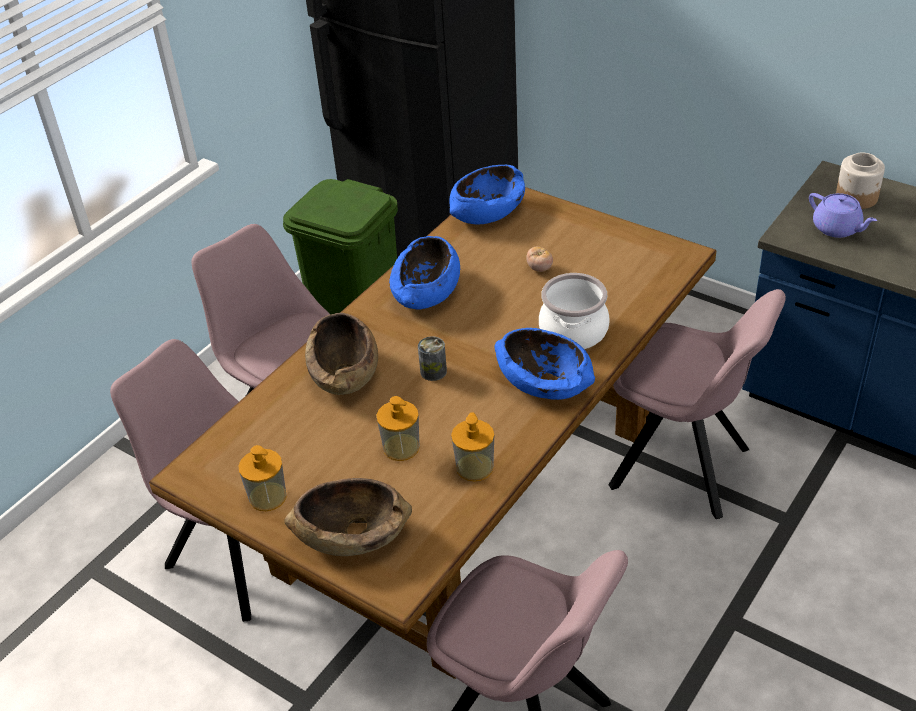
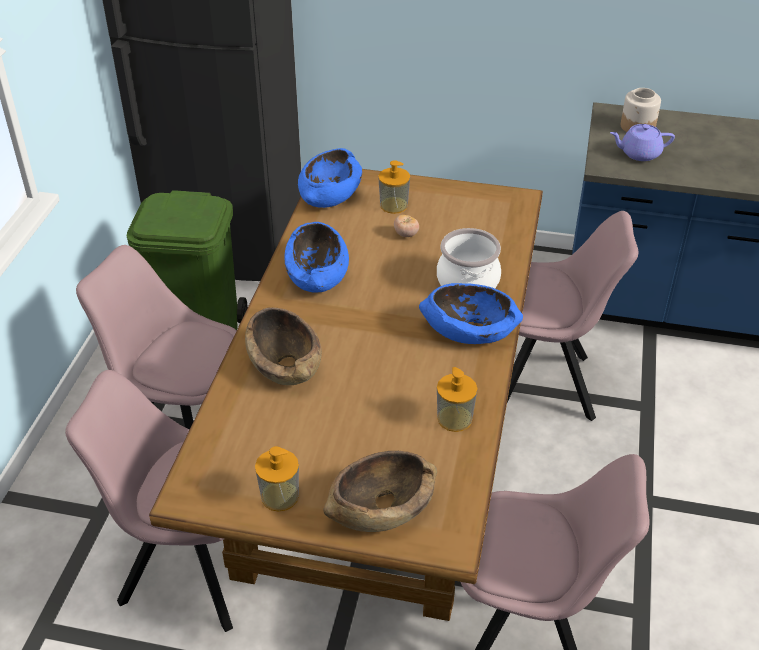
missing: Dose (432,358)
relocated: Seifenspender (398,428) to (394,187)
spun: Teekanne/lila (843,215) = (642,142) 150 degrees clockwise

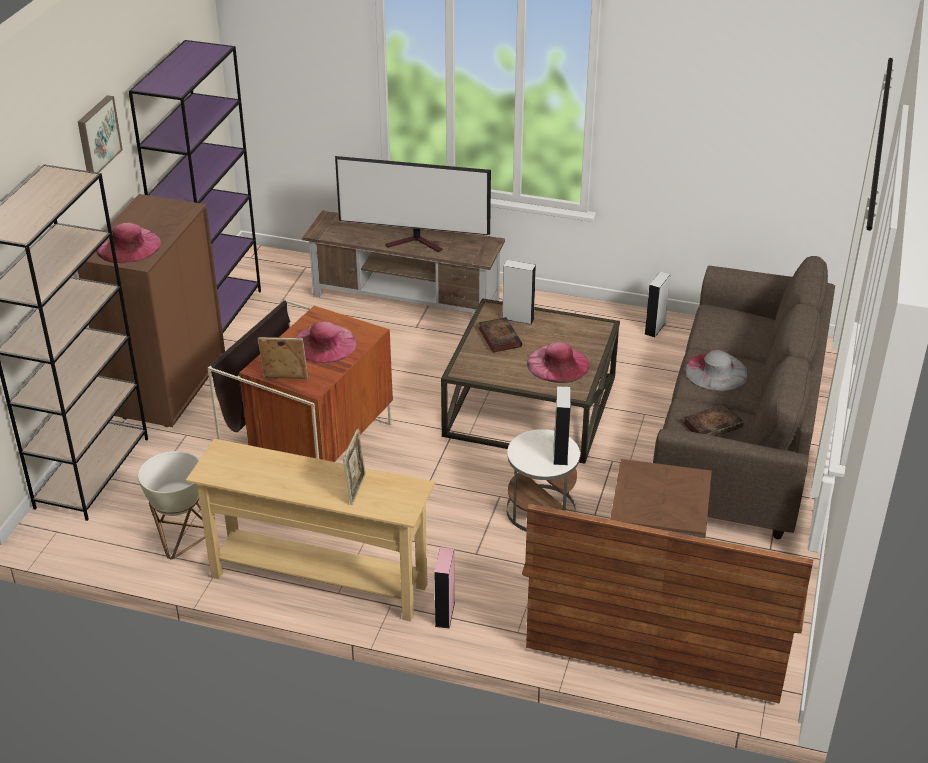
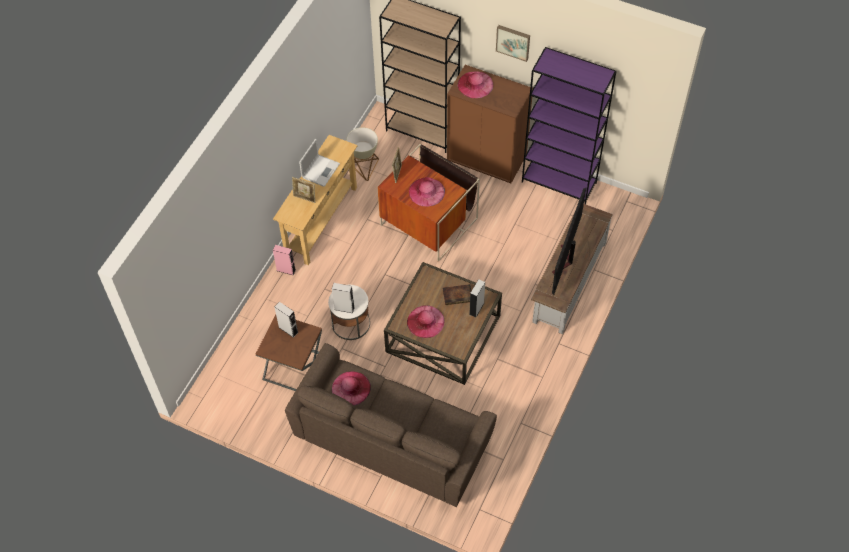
missing: Hut/grau (717,370); Kommode/braun (667,604)
appeared: Laptop (319,163)
relocated: Lautsprecher/grau (657,304) to (286,320)
exchanged: Buch (713,420) to Hut/rosa (351,388)

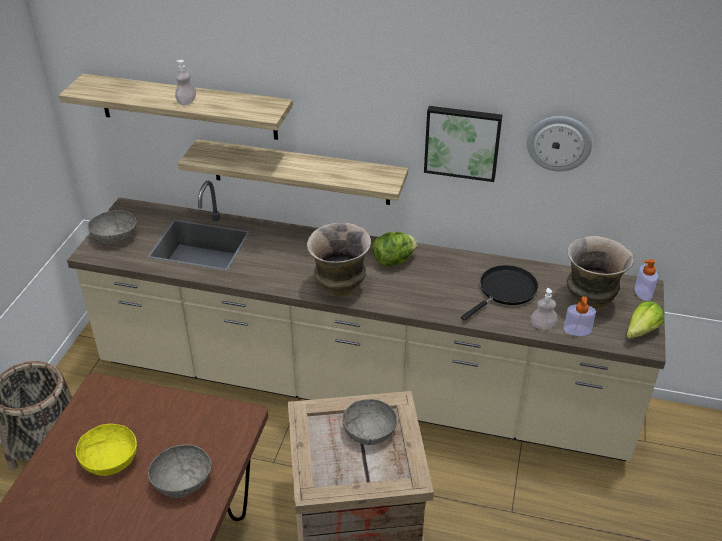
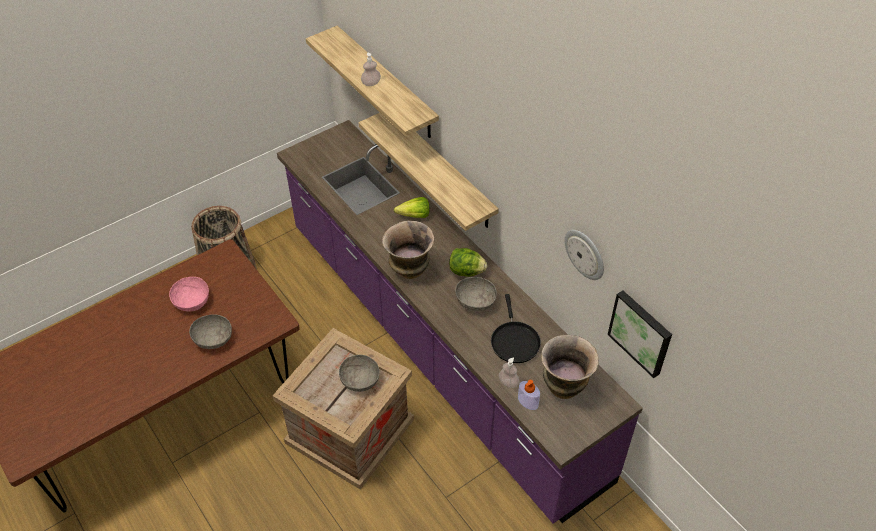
missing: Seifenspender (646,280)
relocated: Bild (463,144) to (640,334); Schüssel/grau (112,227) to (476,294); Salatkopf (645,320) to (411,207)
colour: Küchenzeile/beige (366,321) to Küchenzeile/lila (460,322); Schüssel/gelb (106,450) to Schüssel/rosa (189,294)
spun: Pfanne/schwarz (499,293) = (516,328) 90 degrees clockwise

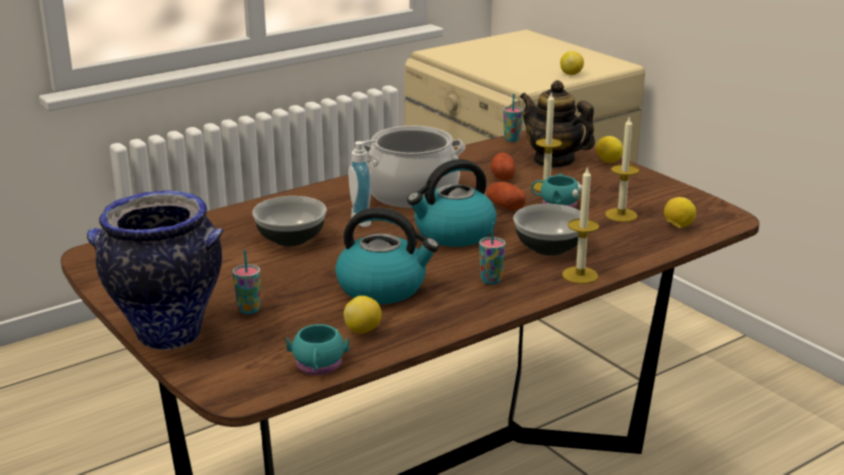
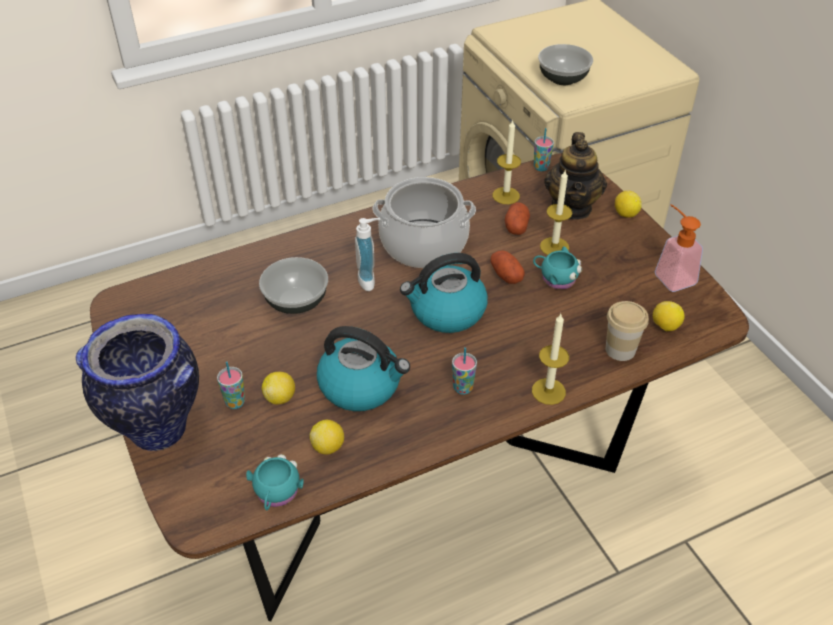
appeared: Seifenspender (679,248); Tasse (627,331)
relocated: Zitrone (572,63) to (278,388); Kerze (622,169) to (507,161); Schüssel (547,230) to (565,64)
spun: Teekanne (557,124) = (575,175) 135 degrees counterclockwise

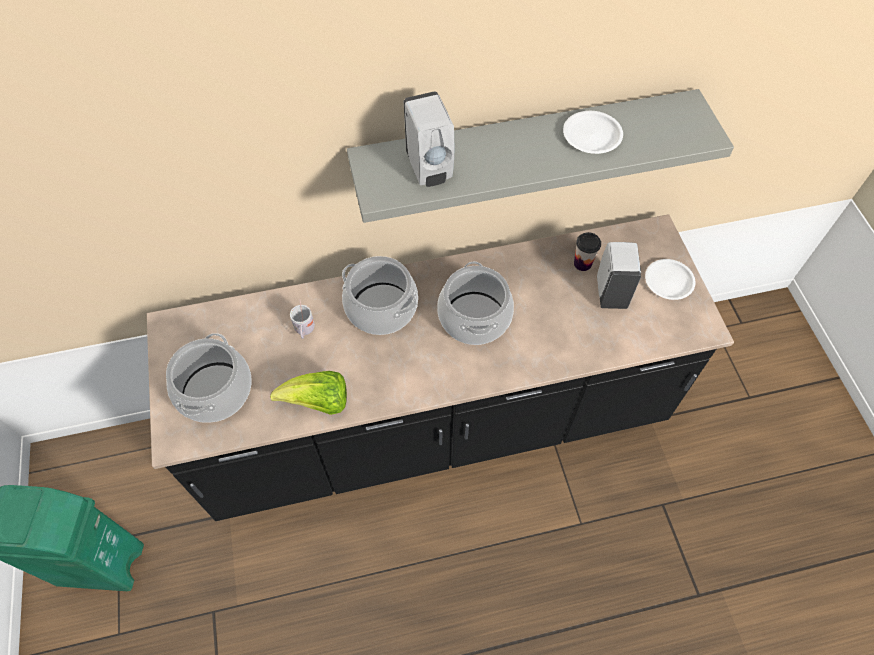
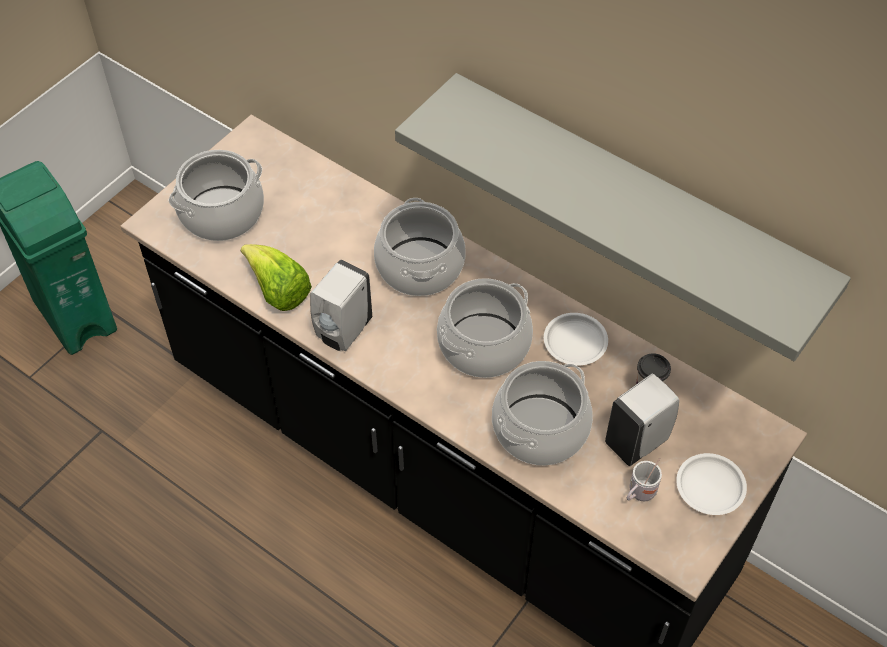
appeared: Kochtopf (542,413)
relocated: Seifenspender/weiß (429,139) to (341,305); Teller/weiß (593,132) to (576,339); Henkelbecher/weiß (302,319) to (644,479)

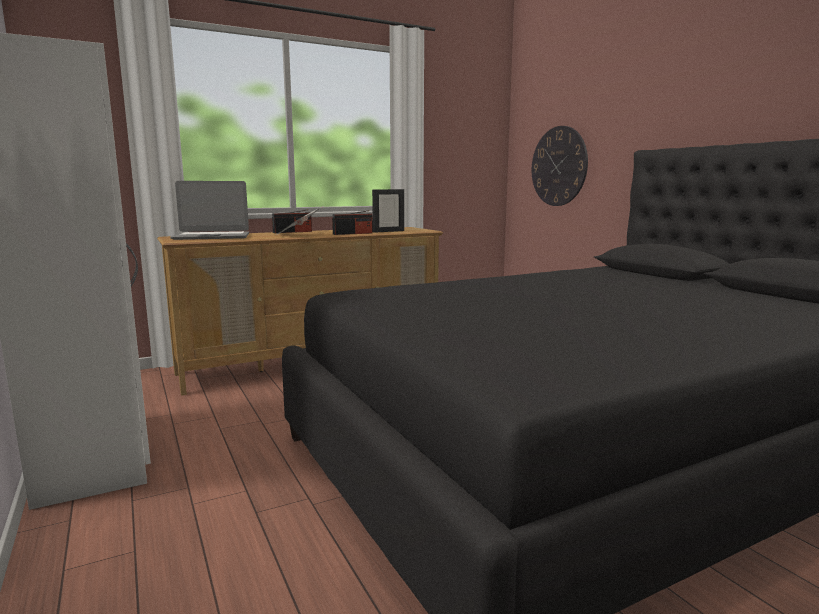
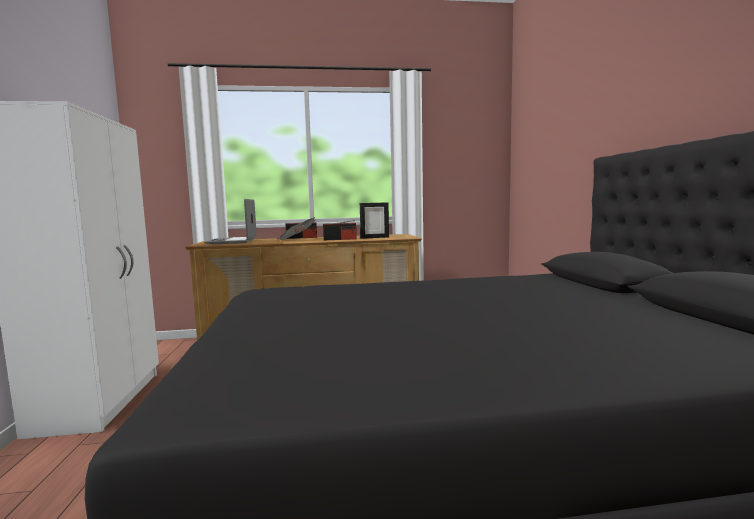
missing: Wanduhr (560,166)
spun: Laptop (209,210) = (230,221) 75 degrees clockwise

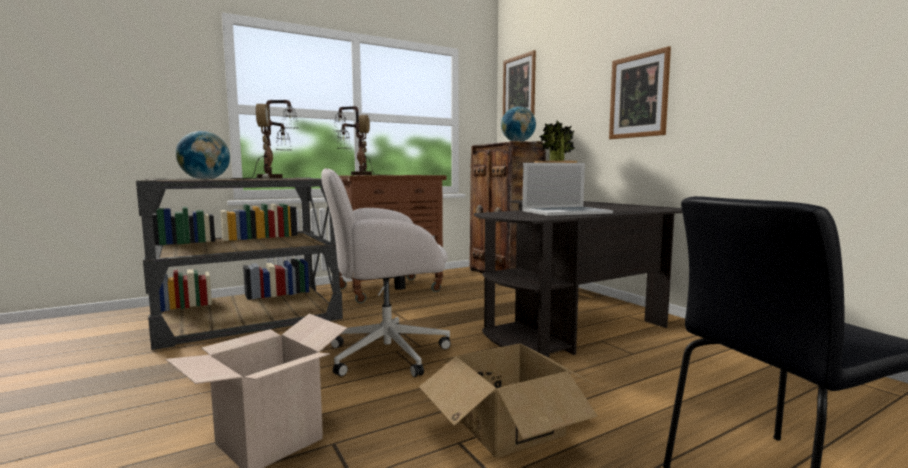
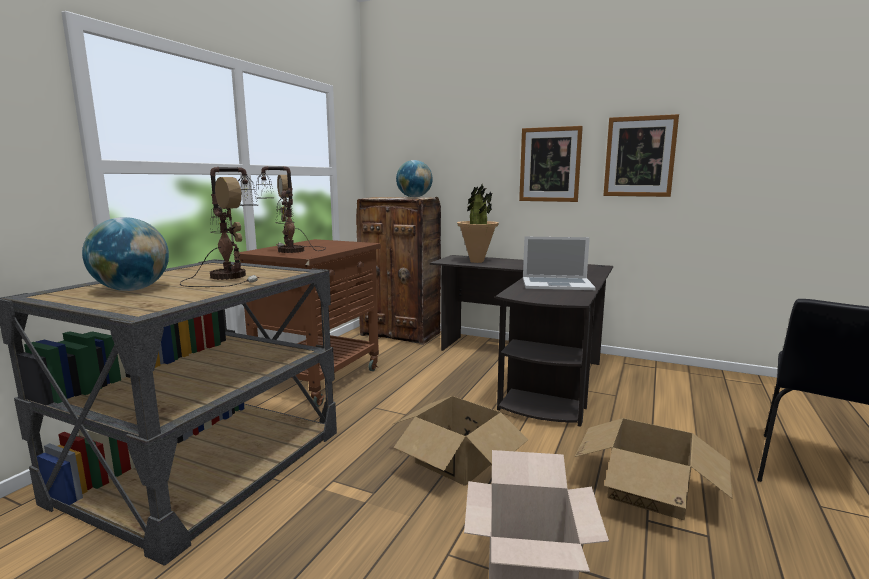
relocated: Bild (519,83) to (641,155)
exchanged: Bürostuhl/weiß (386,272) to Karton (460,441)
spun: Laptop (567,189) = (559,263) 60 degrees clockwise

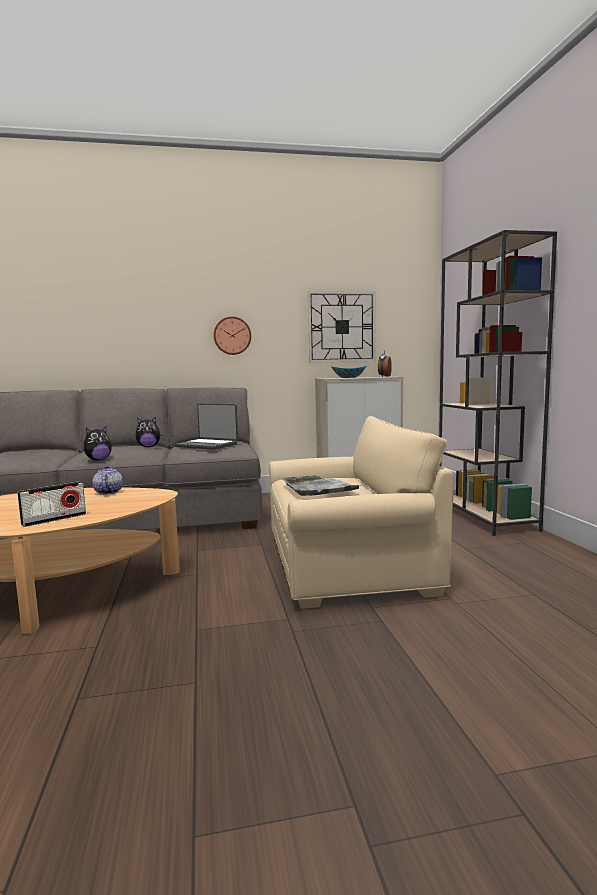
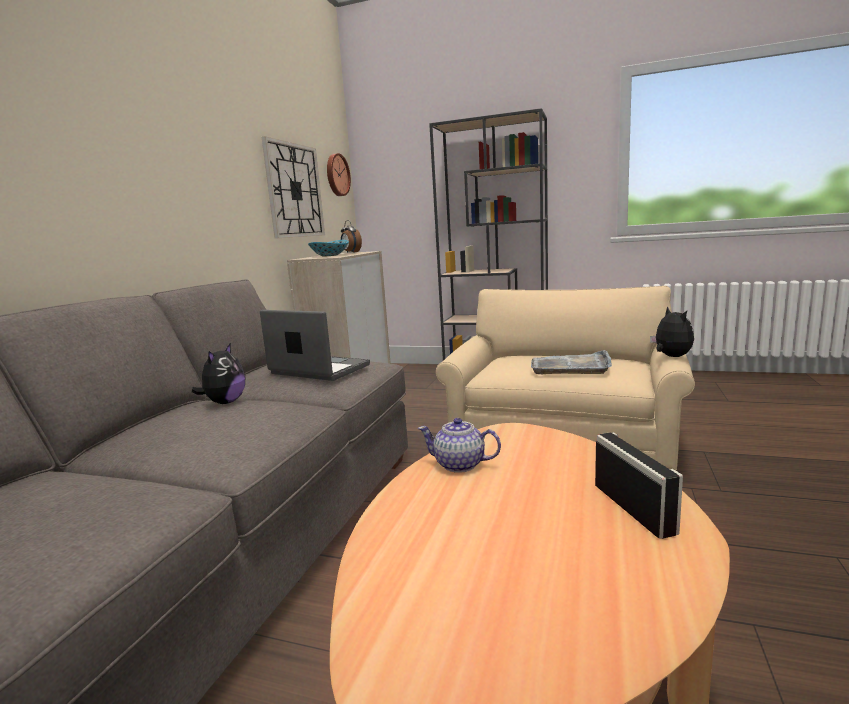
relocated: Wanduhr (232,335) to (339,174); Plüschtier (98,443) to (672,331)
spun: Laptop (206,426) = (315,345) 120 degrees counterclockwise

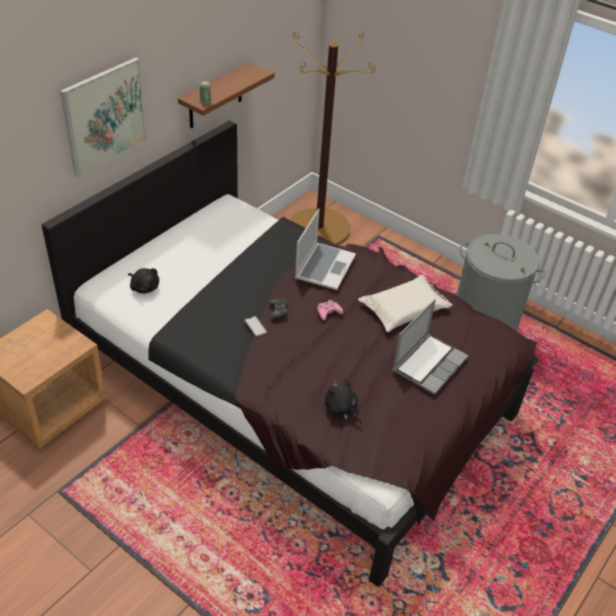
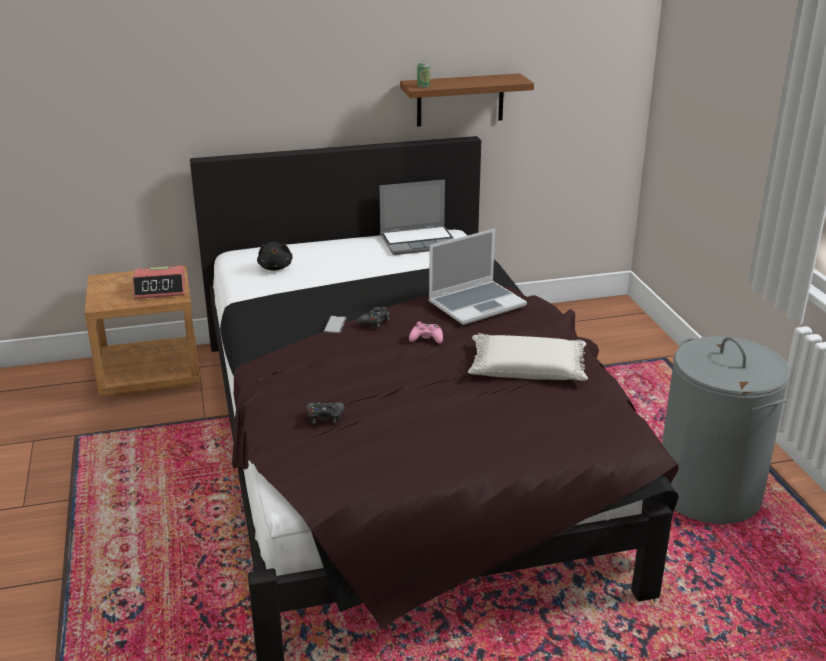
missing: Kleiderständer/braun (333,138); Bild (103,117)
appeared: Wecker (158,282)
relocated: Laptop (430,347) to (416,217)
exchanged: Plüschtier/schwarz (343,401) to Gamepad/schwarz (325,412)

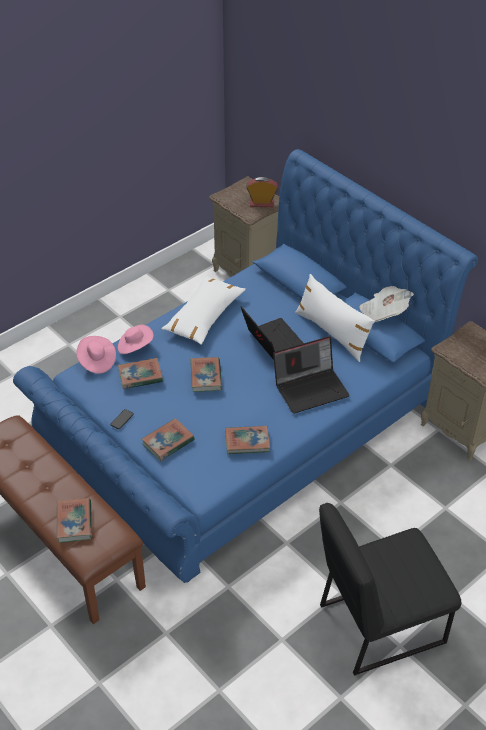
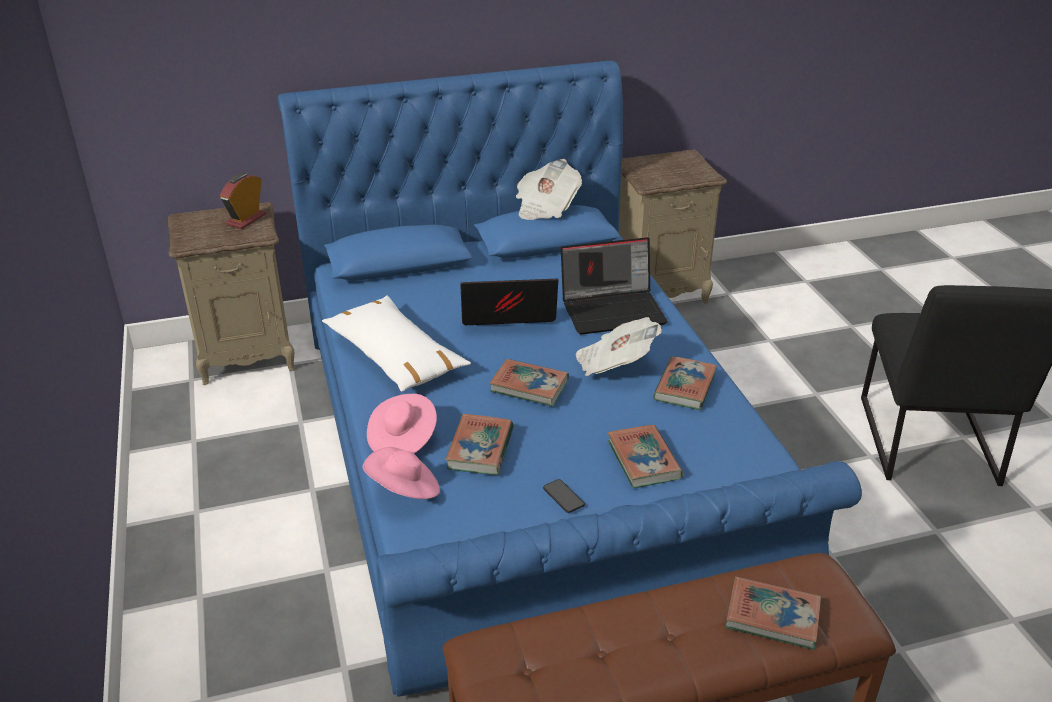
missing: Kissen/weiß (335,318)
appeared: Zeitung (618,346)
spun: Laptop (311,375) = (614,286) 75 degrees clockwise

